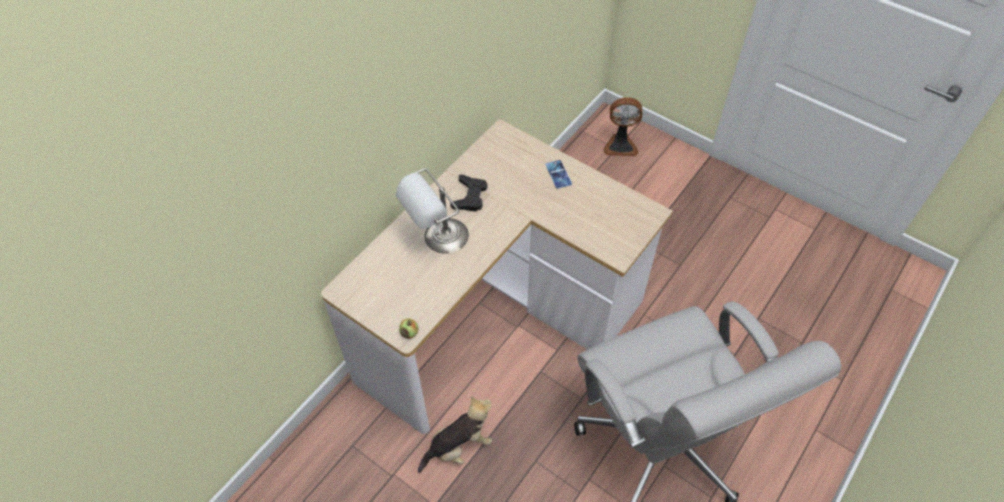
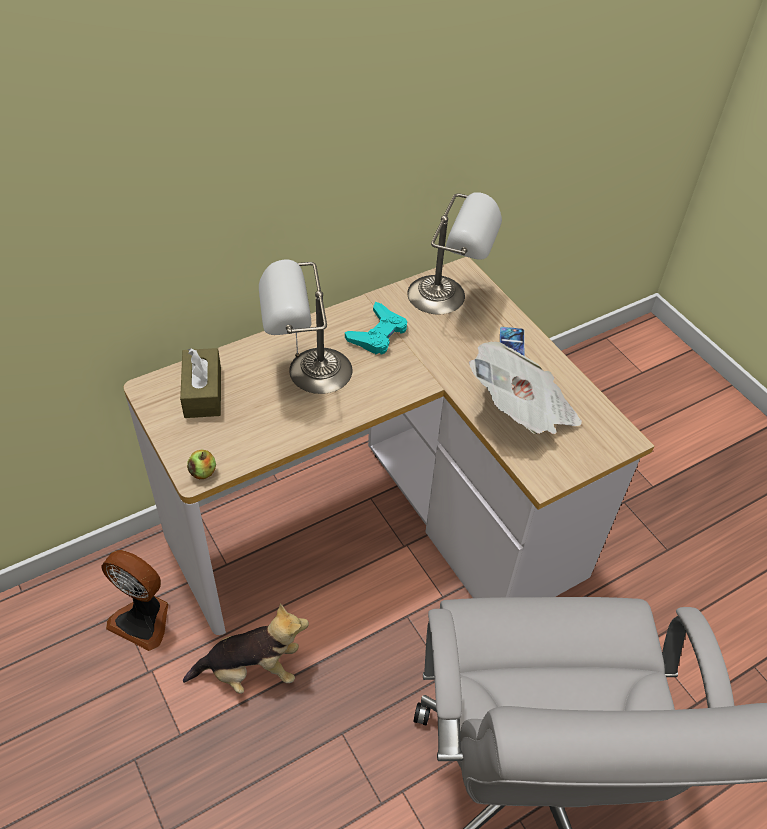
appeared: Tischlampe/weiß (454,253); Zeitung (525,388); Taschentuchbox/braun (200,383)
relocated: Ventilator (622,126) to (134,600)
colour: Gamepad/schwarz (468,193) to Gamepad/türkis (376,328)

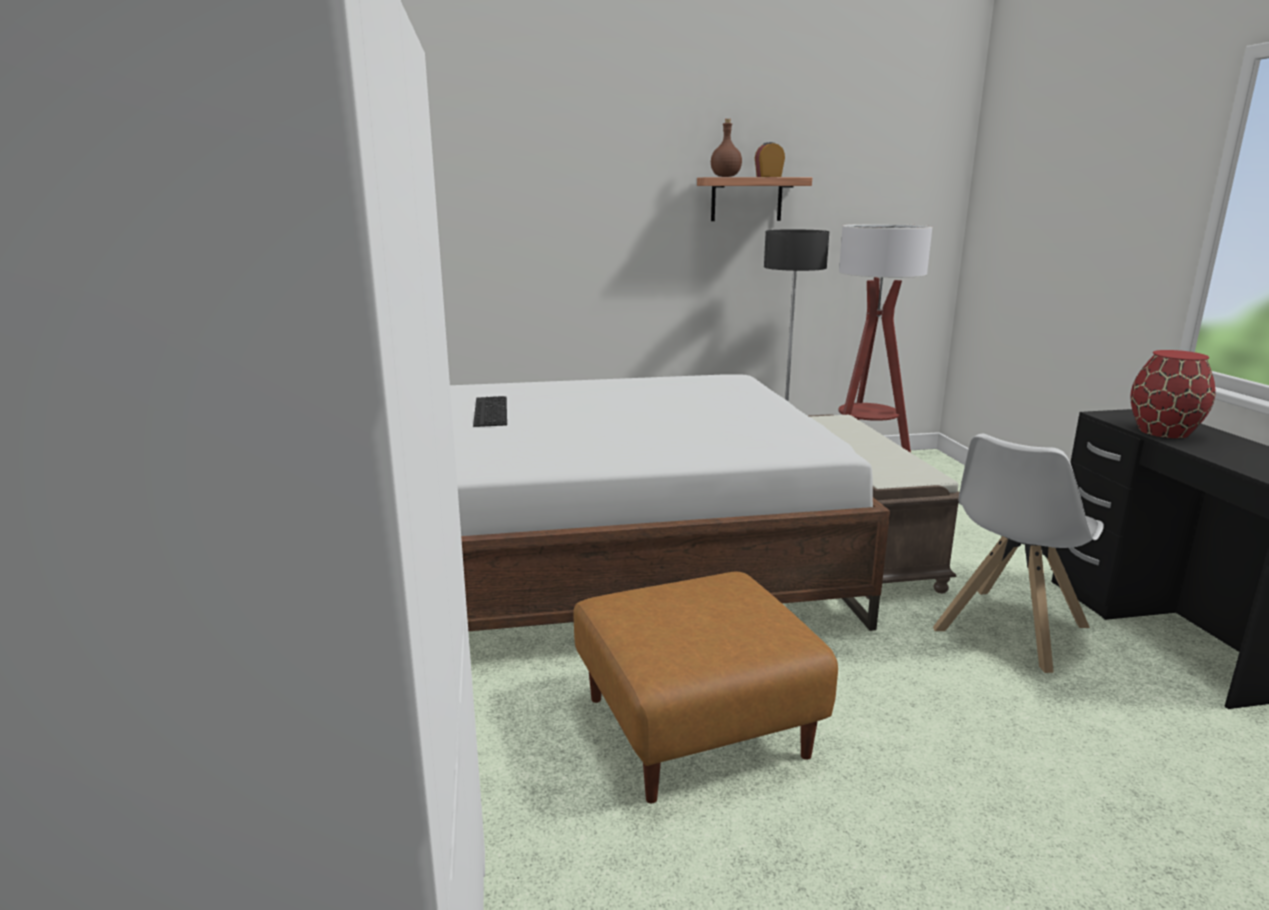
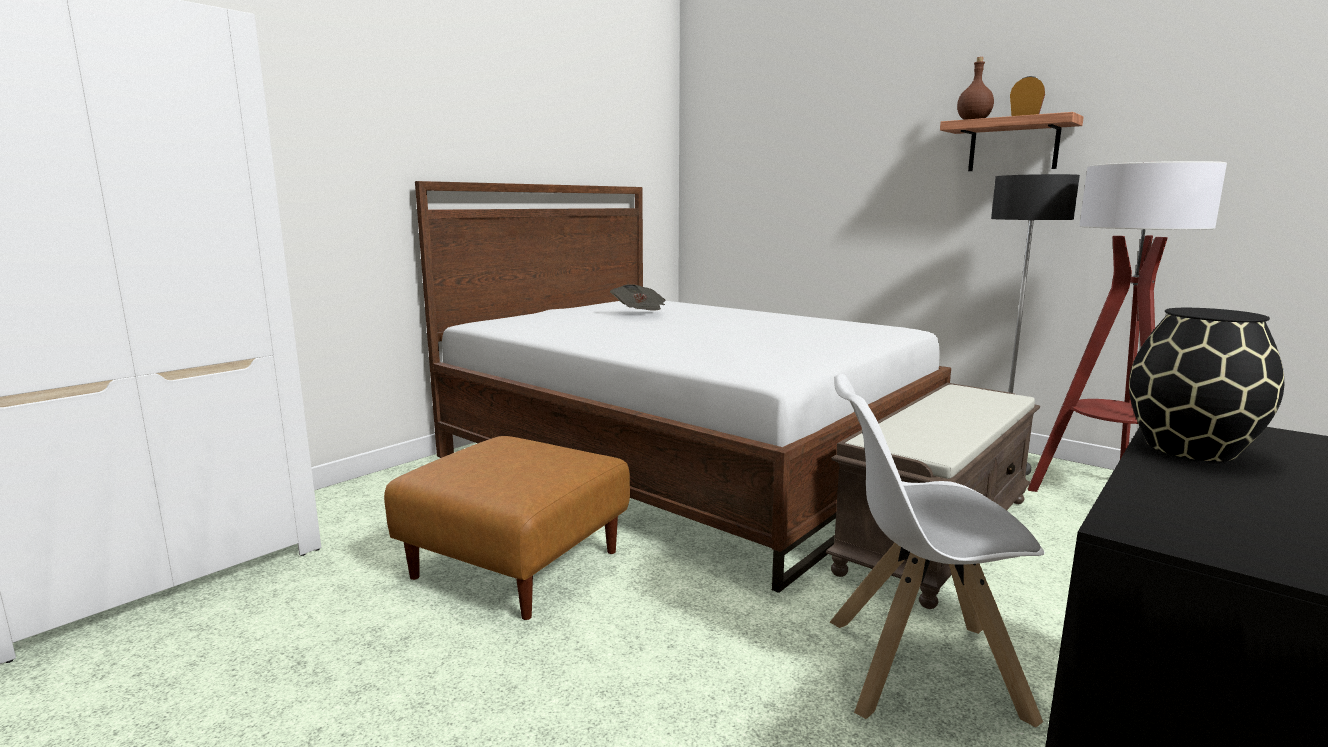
exchanged: Tastatur (490,411) to Zeitung (638,297)
colour: Vase/rot (1173,394) to Vase/schwarz (1206,385)

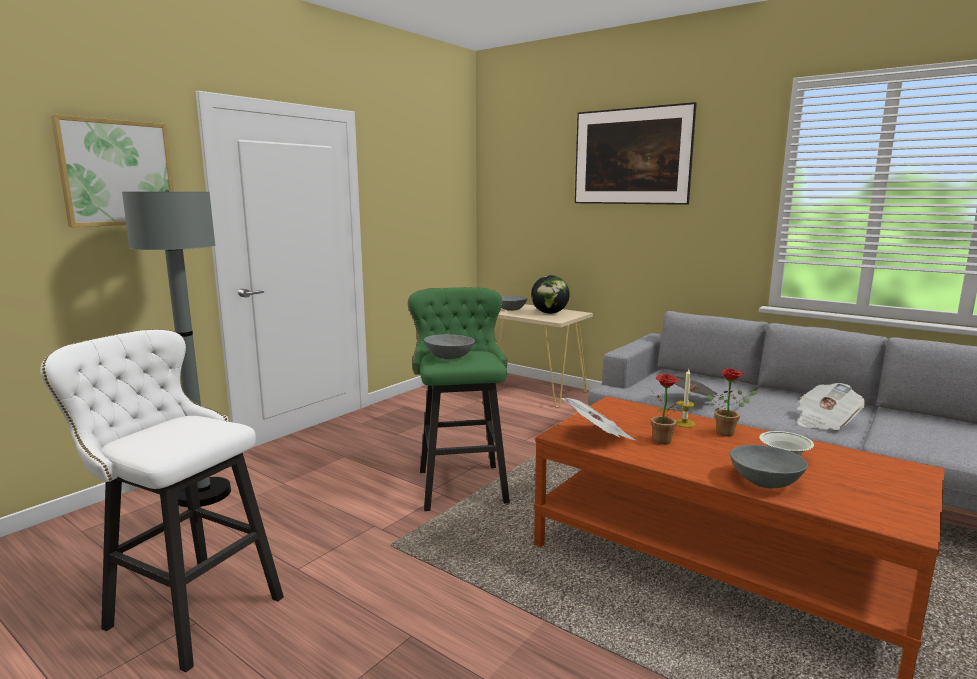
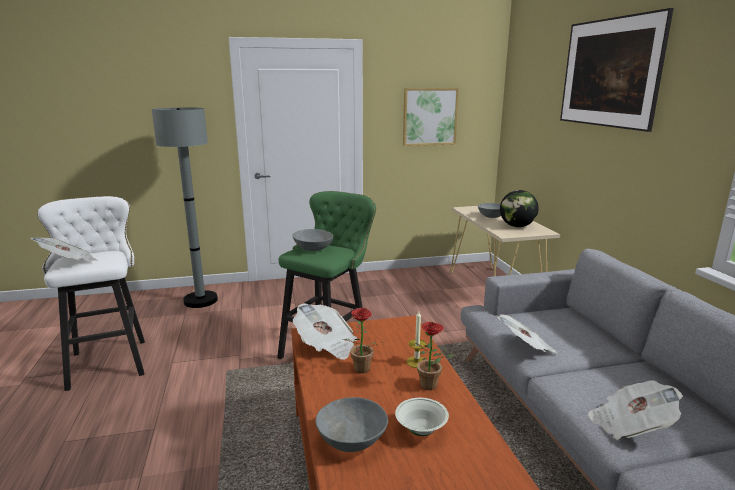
appeared: Zeitung (64,249)
relocated: Bild (112,170) to (431,117)

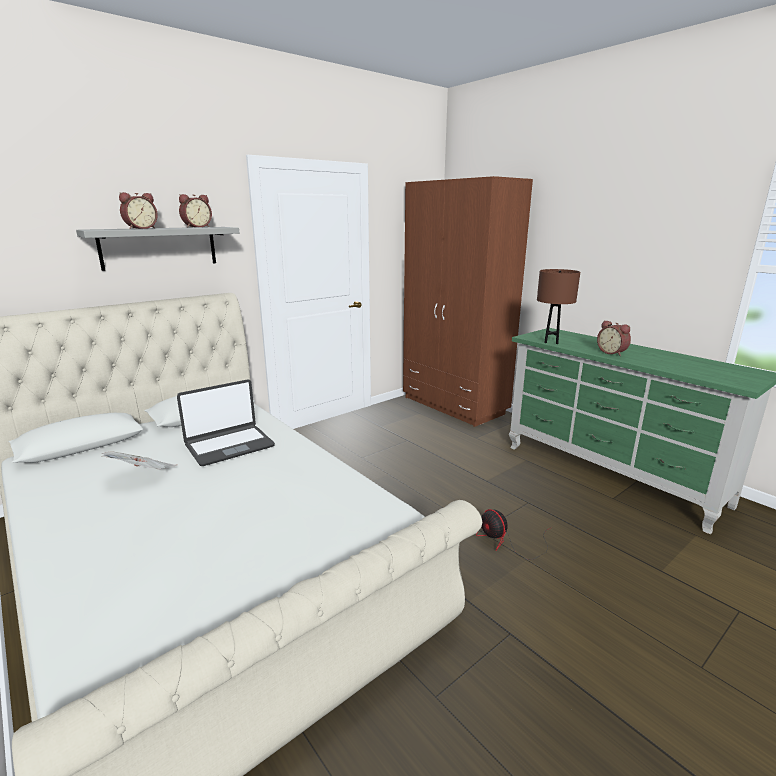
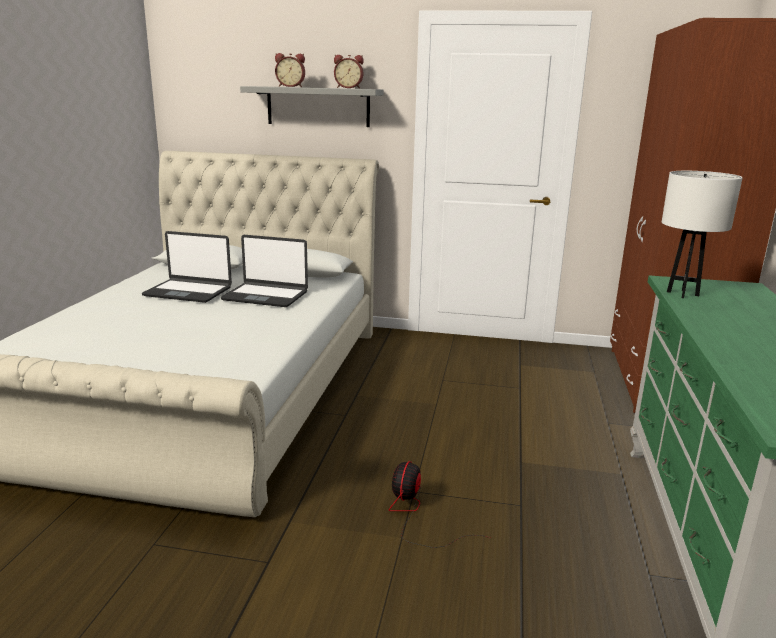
missing: Wecker (614,338)
exchanged: Zeitung (139,460) to Laptop (187,267)
colour: Tischlampe/braun (558,306) to Tischlampe/weiß (702,234)

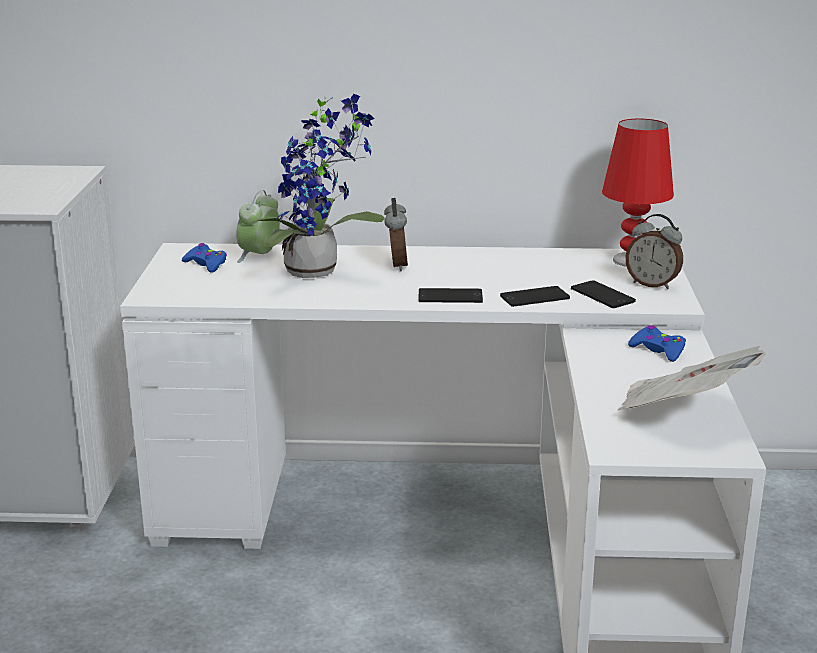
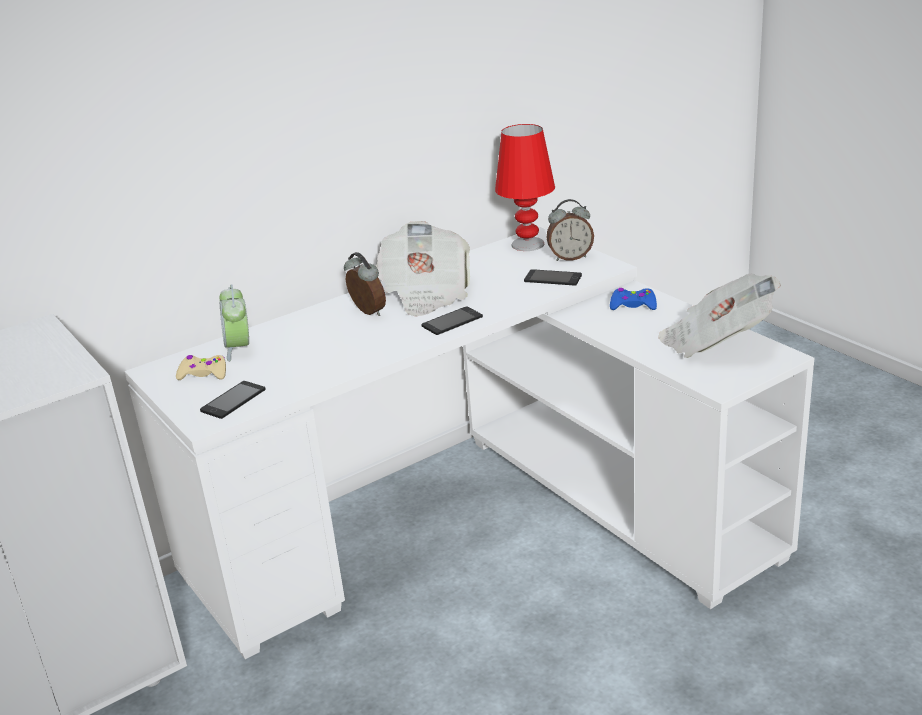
missing: Topfpflanze (317,186)
appeared: Zeitung (423,269)
relocated: Handy (535,296) to (233,400)
colour: Gamepad/blau (204,258) to Gamepad/beige (201,367)

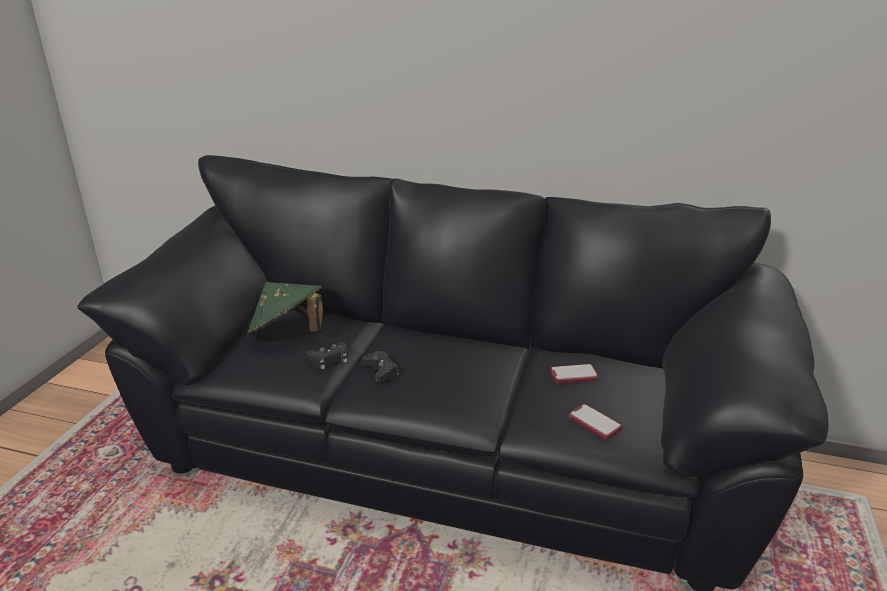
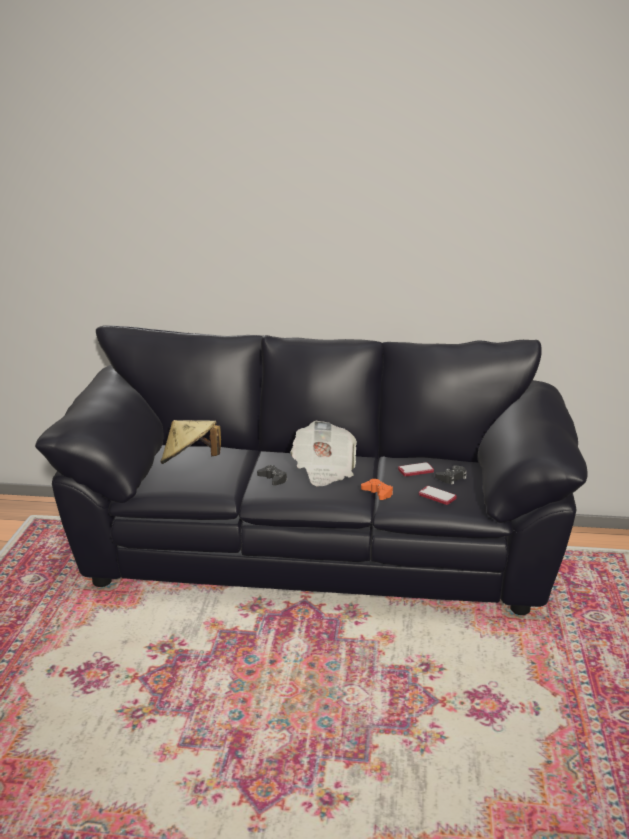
appeared: Zeitung (324,454); Gamepad/orange (377,489)
relocated: Gamepad/schwarz (327,355) to (451,475)
colour: Hut/grün (285,309) to Hut/beige (191,442)

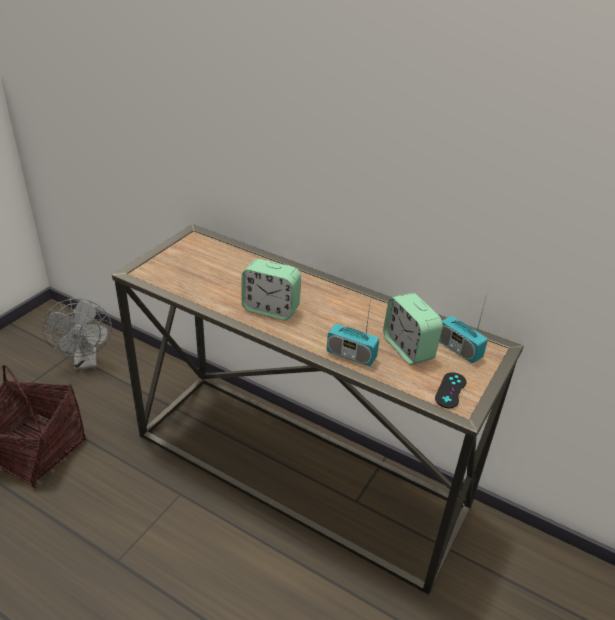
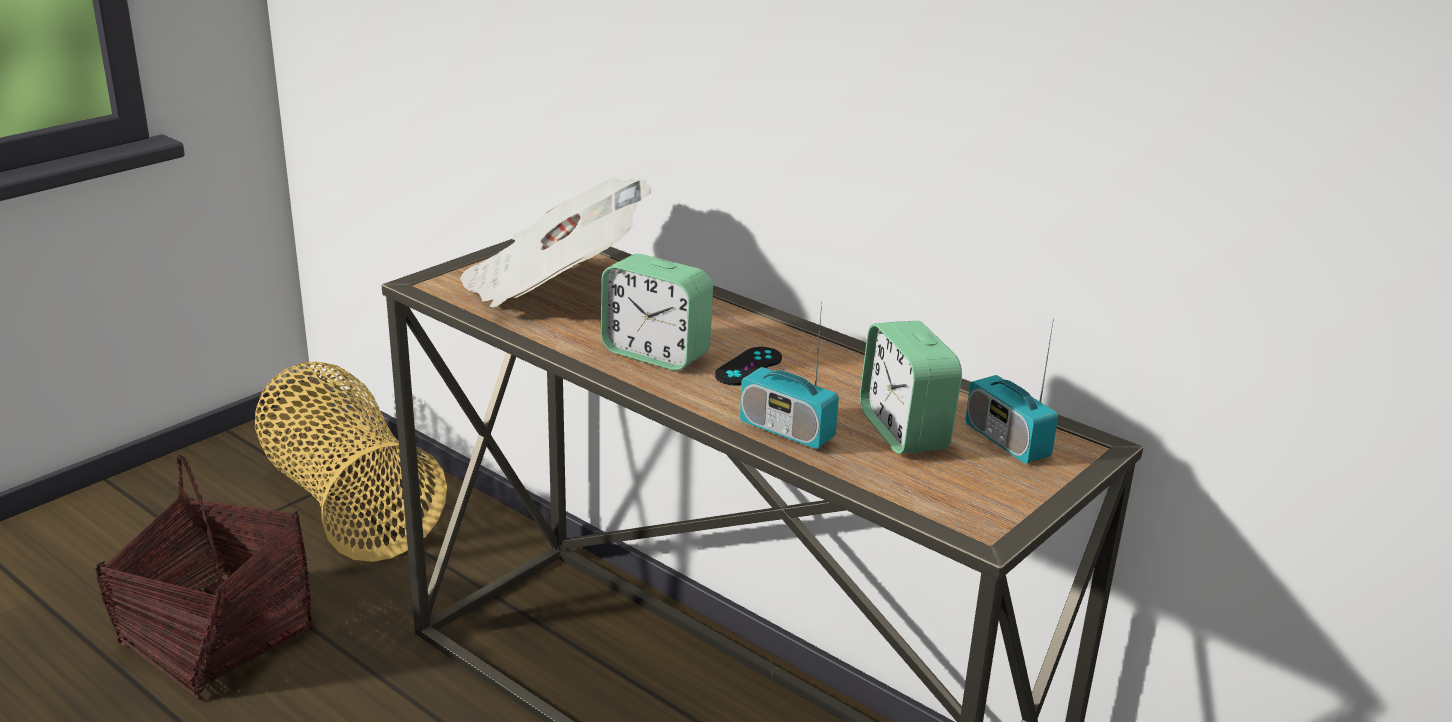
appeared: Zeitung (555,243)
relocated: Gamepad/schwarz (451,390) to (748,366)
exchanged: Ventilator/grau (77,334) to Korb (351,462)

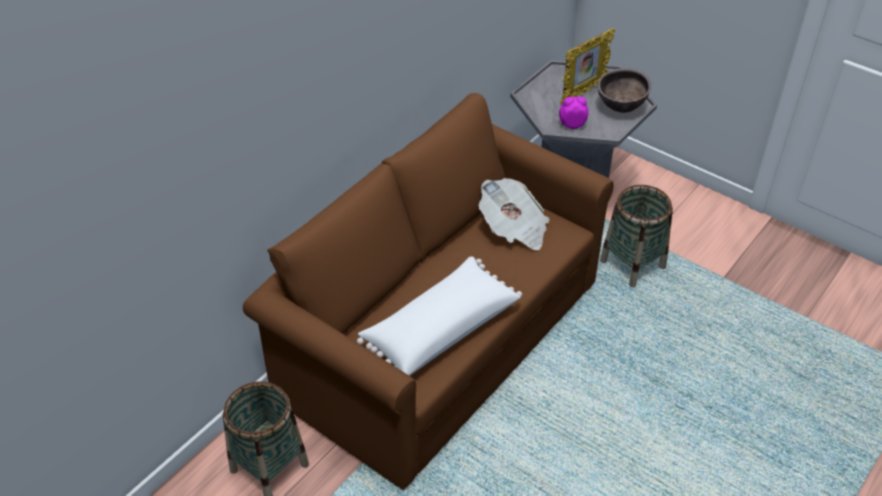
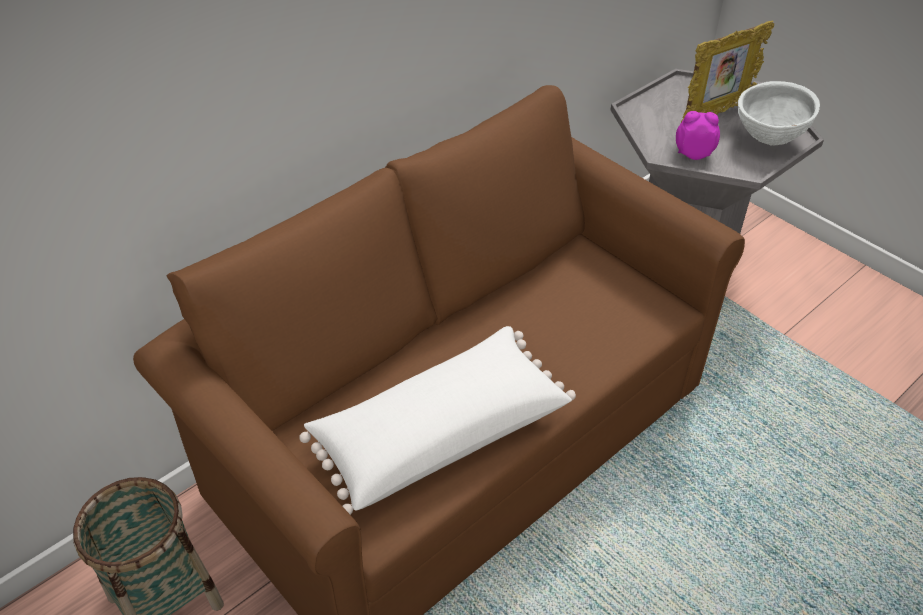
missing: Zeitung (514,214); Korb (636,236)
colour: Schüssel/braun (624,90) to Schüssel/weiß (779,113)

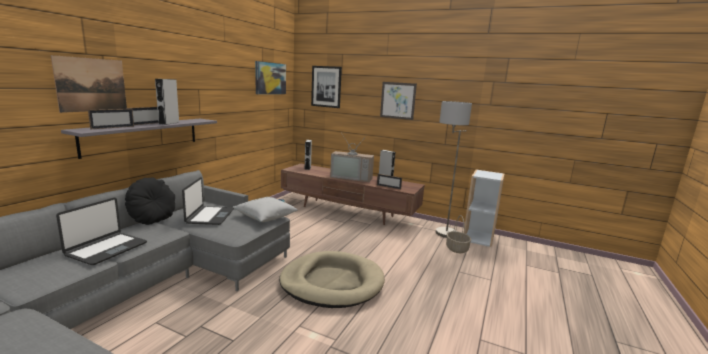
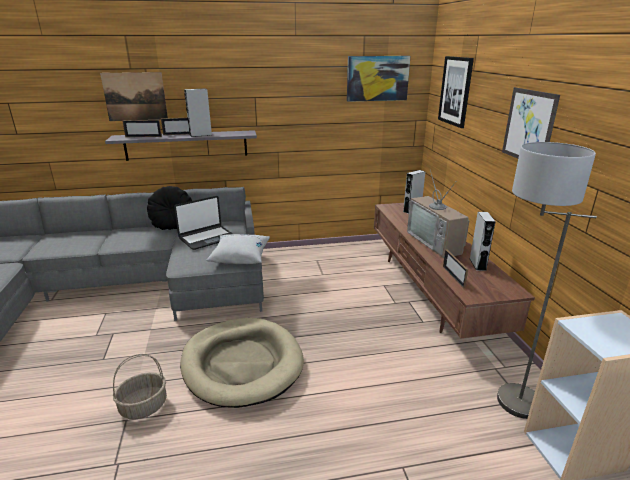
missing: Laptop (101,231)
relocated: Korb (458,234) to (140,387)

